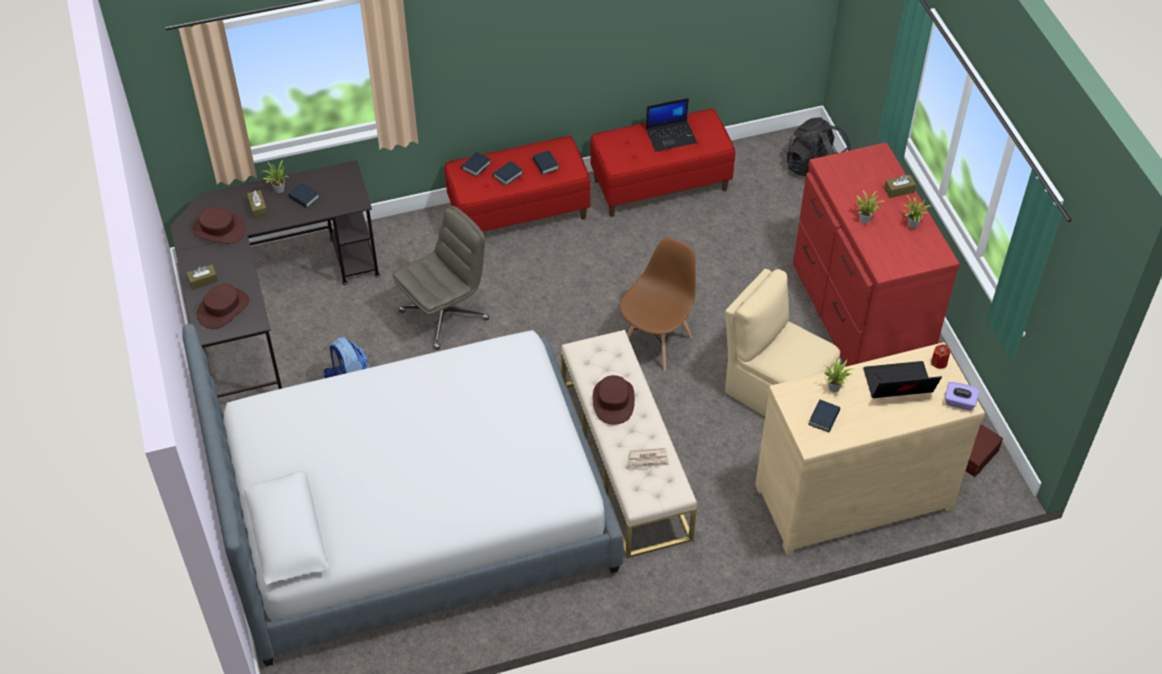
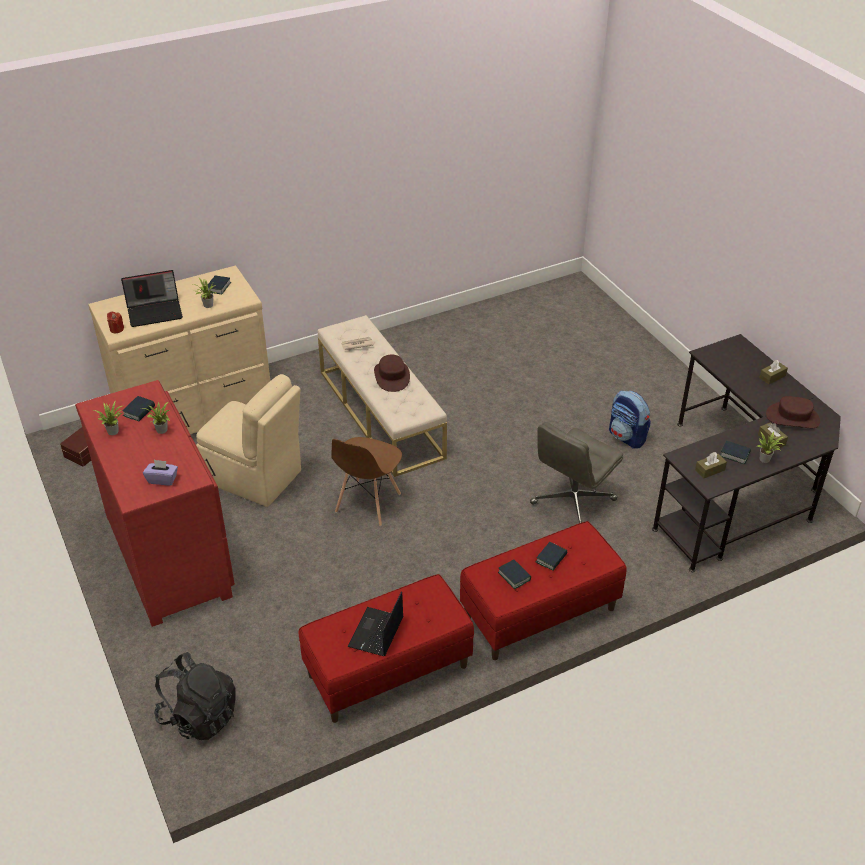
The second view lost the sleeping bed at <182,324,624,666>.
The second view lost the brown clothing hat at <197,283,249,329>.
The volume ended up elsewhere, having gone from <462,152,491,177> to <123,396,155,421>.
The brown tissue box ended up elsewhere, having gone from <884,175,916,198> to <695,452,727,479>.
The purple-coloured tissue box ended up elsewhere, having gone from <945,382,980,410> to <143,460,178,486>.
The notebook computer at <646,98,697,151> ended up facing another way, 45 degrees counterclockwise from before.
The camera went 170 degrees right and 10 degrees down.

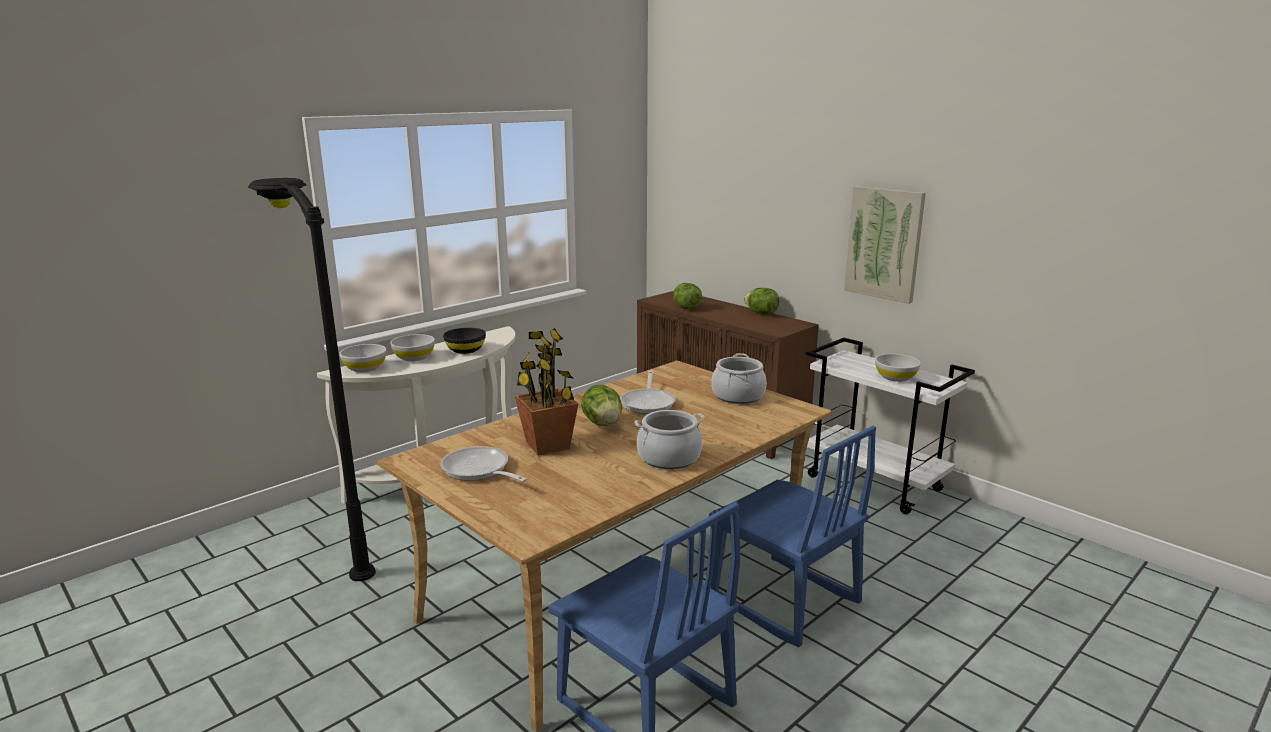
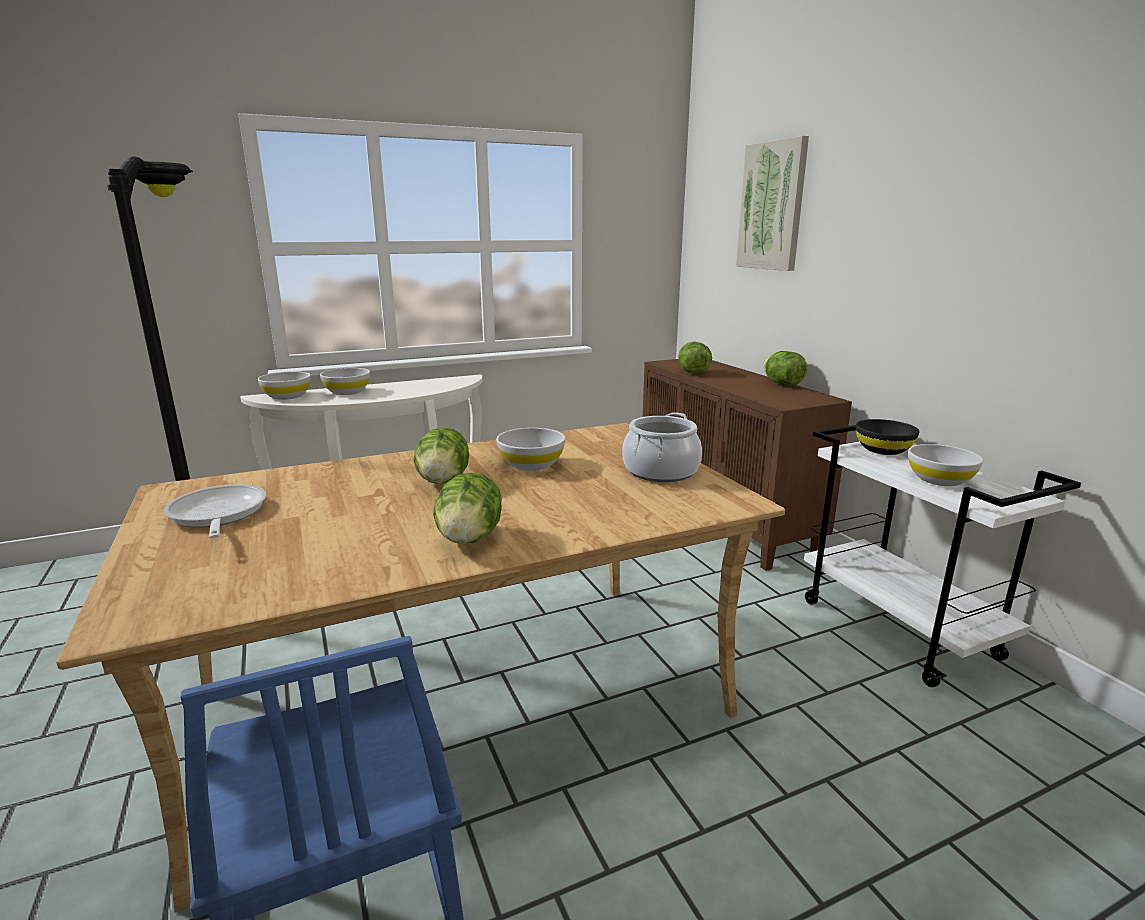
The second view lost the houseplant at <514,328,578,456>.
The second view lost the bluish chair at <709,426,876,647>.
The blackish deep dish ended up elsewhere, having gone from <443,328,486,354> to <856,419,920,455>.
The wall art ended up elsewhere, having gone from <844,186,926,304> to <736,136,809,271>.
Where the pan stood at <620,370,676,414>, the whitish deep dish came to stand at <496,428,565,471>.
Where the saucepot stood at <634,410,705,469>, the head of lettuce came to stand at <433,472,502,544>.
The camera went 20 degrees right and 0 degrees up.

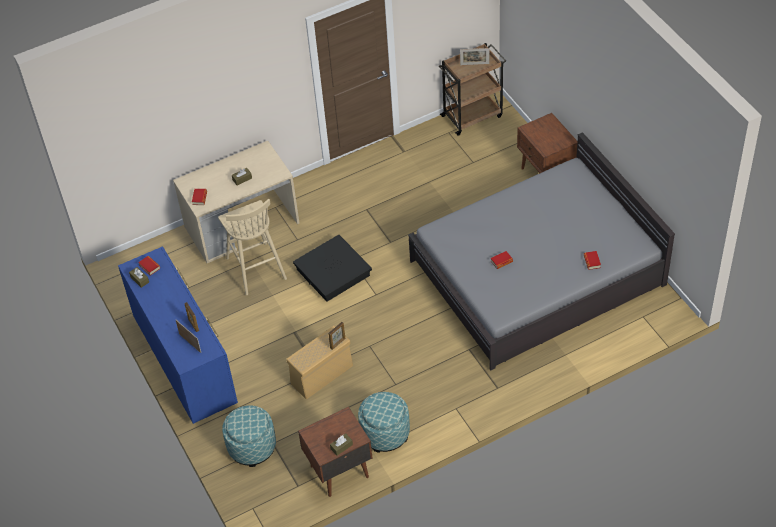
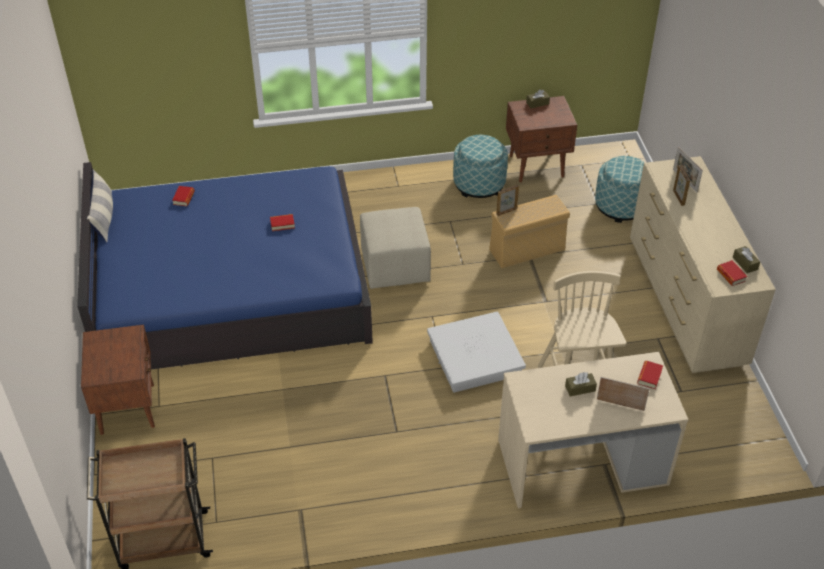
The second view gained the cushion at <86,169,113,243>.
The second view gained the beige-coloured pouffe at <360,207,431,289>.
The standing frame ended up elsewhere, having gone from <460,48,489,65> to <597,377,650,411>.
What was the bluish chest of drawers at <118,246,238,424> turned into the beige-coloured chest of drawers at <630,156,776,373>.
What was the blackish storage box at <293,235,372,302> turned into the whitish storage box at <427,311,526,393>.
What was the greyish sleeping bed at <408,132,675,371> turned into the bluish sleeping bed at <77,162,373,370>.
The camera went 165 degrees left and 5 degrees down.

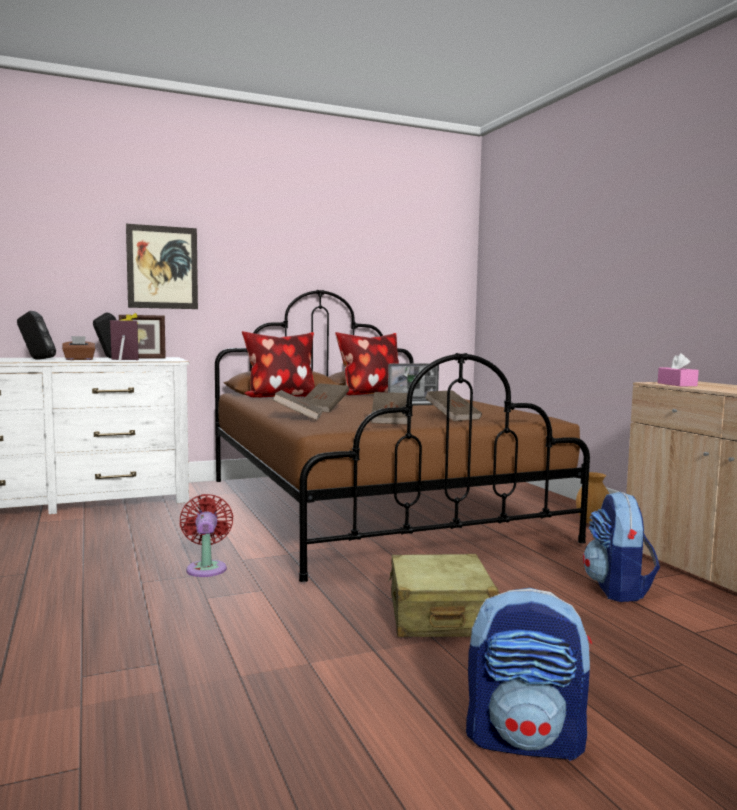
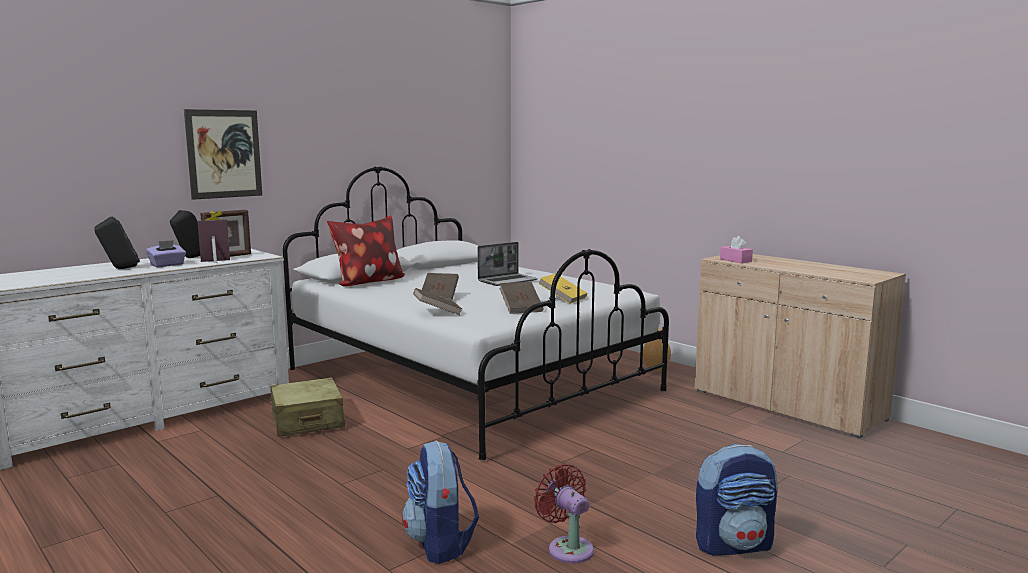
The second view lost the cushion at <335,332,399,395>.
The reddish electric fan ended up elsewhere, having gone from <180,494,233,577> to <534,464,594,563>.
The beige-coloured travel case ended up elsewhere, having gone from <388,554,499,637> to <269,377,345,437>.
The rucksack ended up elsewhere, having gone from <583,491,660,602> to <402,441,479,564>.
What was the brown tissue box at <62,336,95,360> turned into the purple-coloured tissue box at <146,240,186,267>.
What was the brown sleeping bed at <215,290,590,582> turned into the whitish sleeping bed at <283,166,669,460>.
What was the brown volume at <425,390,482,421> turned into the yellow-coloured volume at <538,274,587,304>.
The camera went 20 degrees left and 5 degrees up.

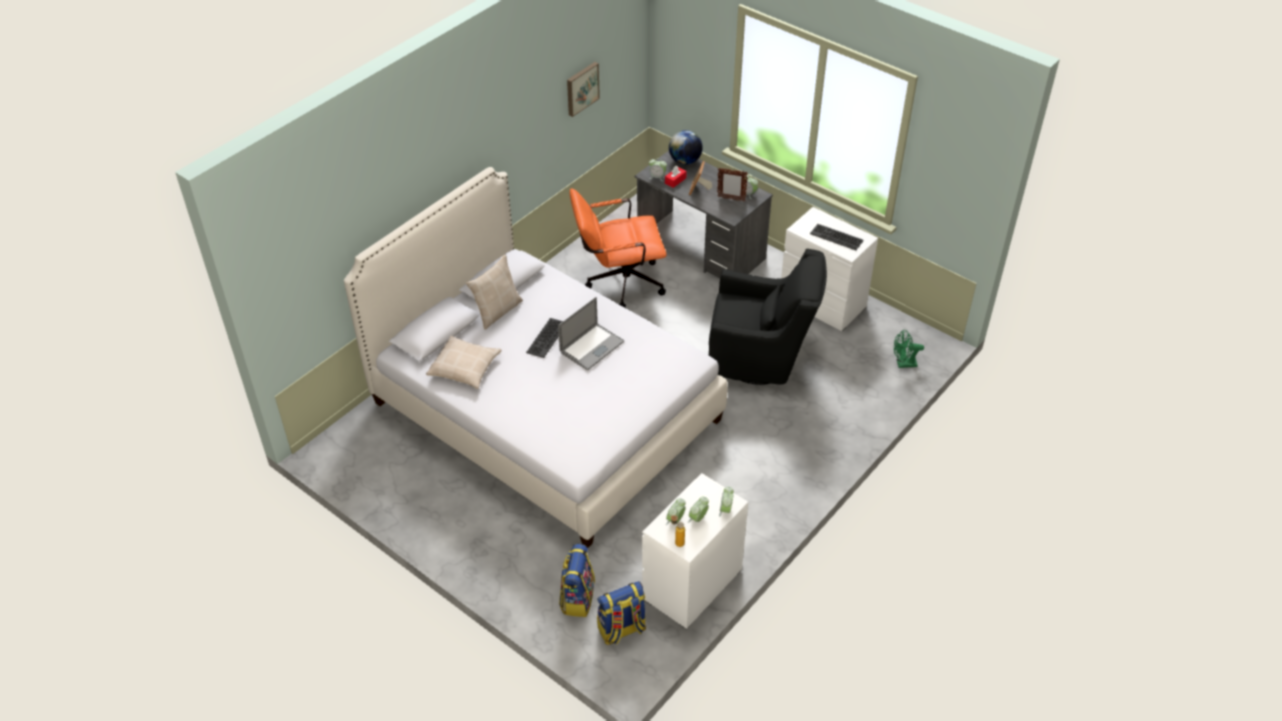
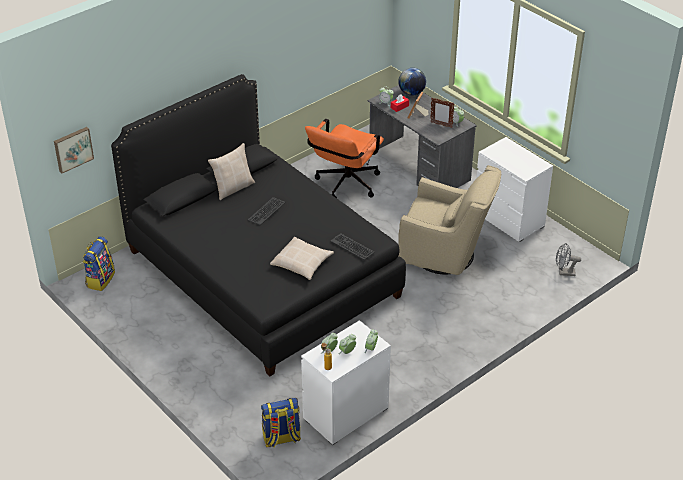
The second view lost the notebook computer at <558,297,624,370>.
The beige-coloured cushion ended up elsewhere, having gone from <426,336,502,389> to <270,237,334,280>.
The rucksack ended up elsewhere, having gone from <559,544,595,617> to <83,236,115,291>.
The wall art ended up elsewhere, having gone from <567,62,600,117> to <54,127,94,173>.
The keyboard ended up elsewhere, having gone from <810,224,864,250> to <330,233,375,260>.
What was the whitish sleeping bed at <344,167,728,548> turned into the blackish sleeping bed at <111,74,406,376>.
What was the blackish armchair at <709,249,827,385> turned into the beige-coloured armchair at <398,165,501,275>.
What was the greenish electric fan at <894,330,924,368> turned into the greyish electric fan at <556,243,581,276>.
The orange office chair at <570,188,667,308> ended up facing another way, 60 degrees counterclockwise from before.
The camera went 10 degrees right and 5 degrees down.

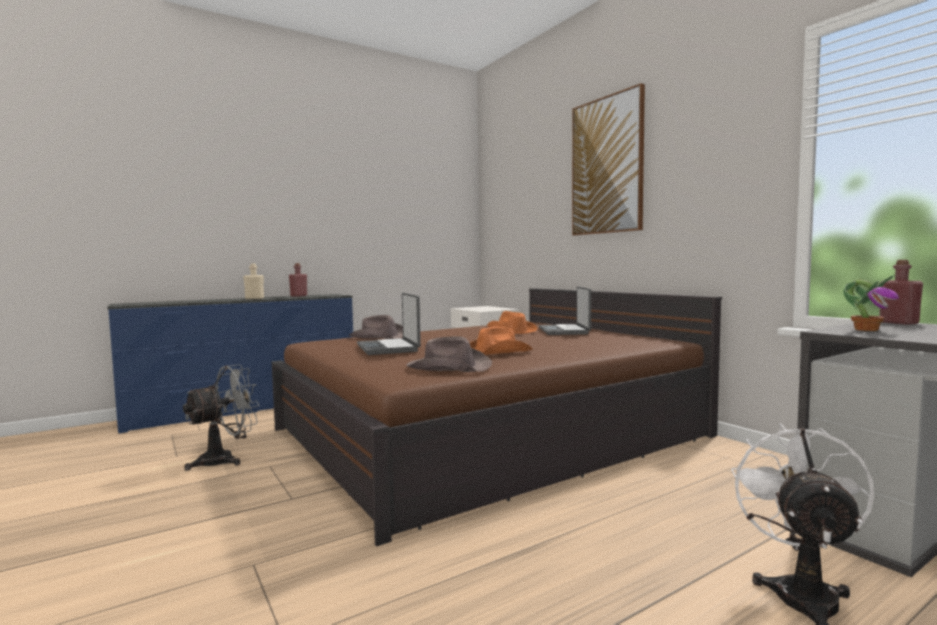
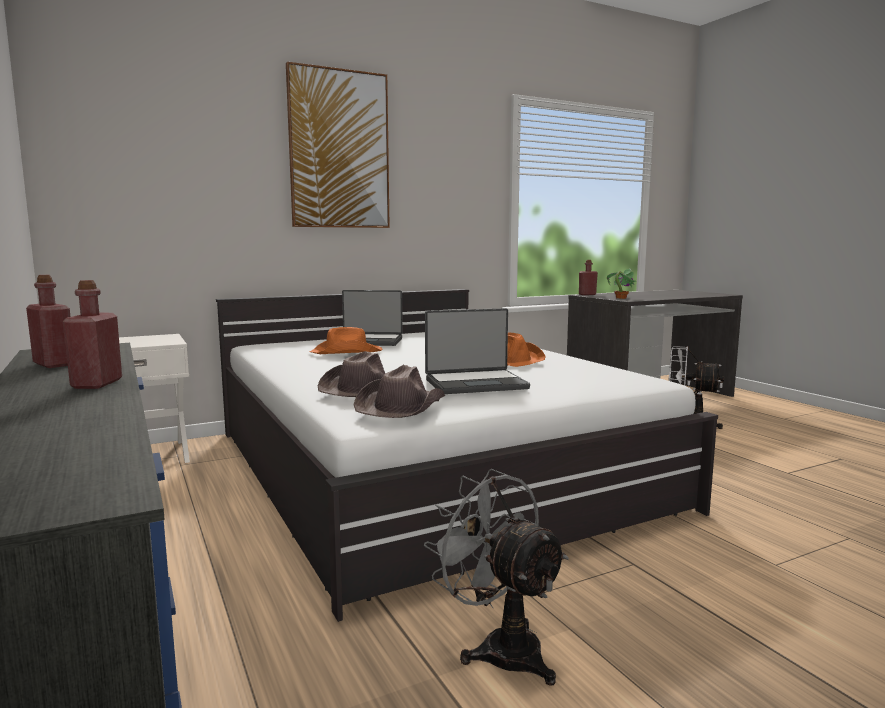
The brown clothing hat ended up elsewhere, having gone from <406,336,492,372> to <354,365,445,418>.
What was the beige-coloured beverage bottle at <243,263,264,299> turned into the reddish beverage bottle at <63,280,122,389>.
What was the brown sleeping bed at <271,288,722,546> turned into the whitish sleeping bed at <216,289,718,622>.
The camera went 85 degrees left and 5 degrees up.

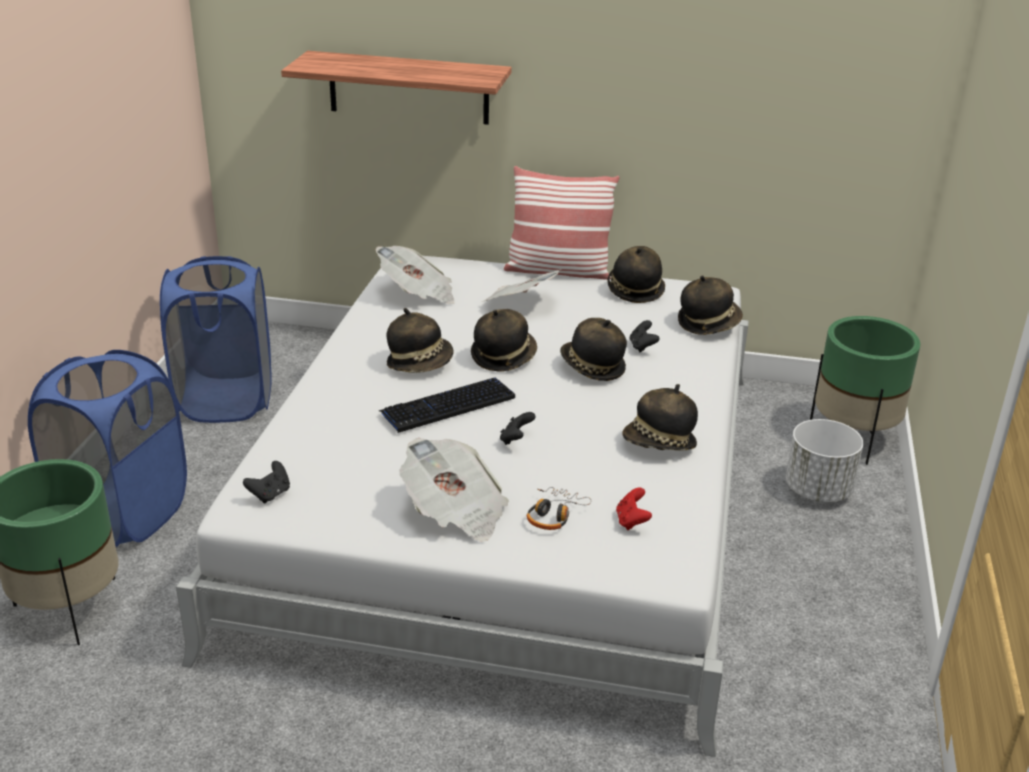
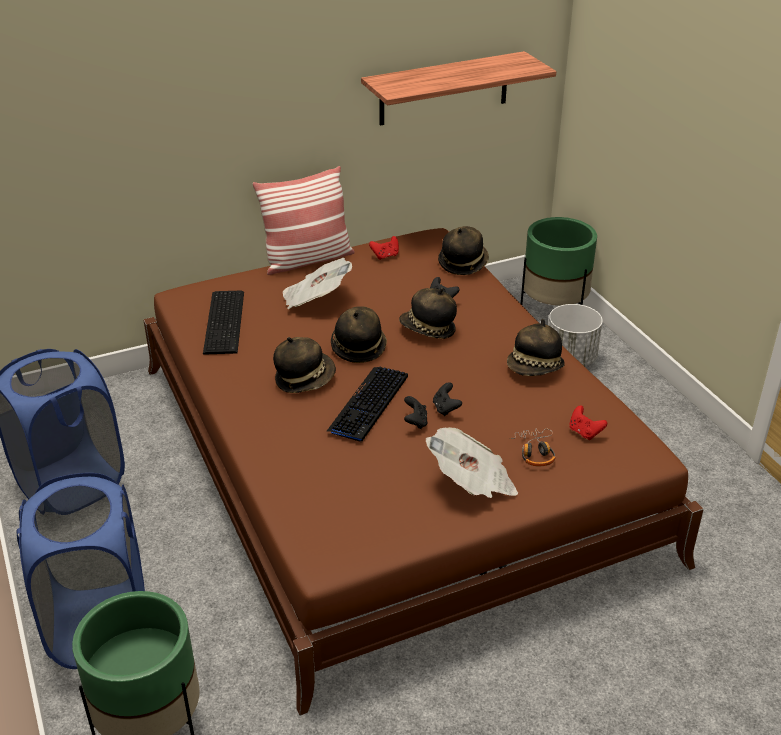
The blackish game controller ended up elsewhere, having gone from <243,461,290,504> to <404,396,428,429>.
The shelf ended up elsewhere, having gone from <281,51,512,125> to <361,51,556,126>.
Where the newspaper stood at <376,246,455,304>, the keyboard came to stand at <203,290,244,355>.
Where the clothing hat stood at <608,246,665,303>, the reddish game controller came to stand at <369,236,399,260>.
What was the whitish sleeping bed at <176,256,749,757> turned into the brown sleeping bed at <143,228,704,716>.
The camera went 35 degrees left and 5 degrees up.

